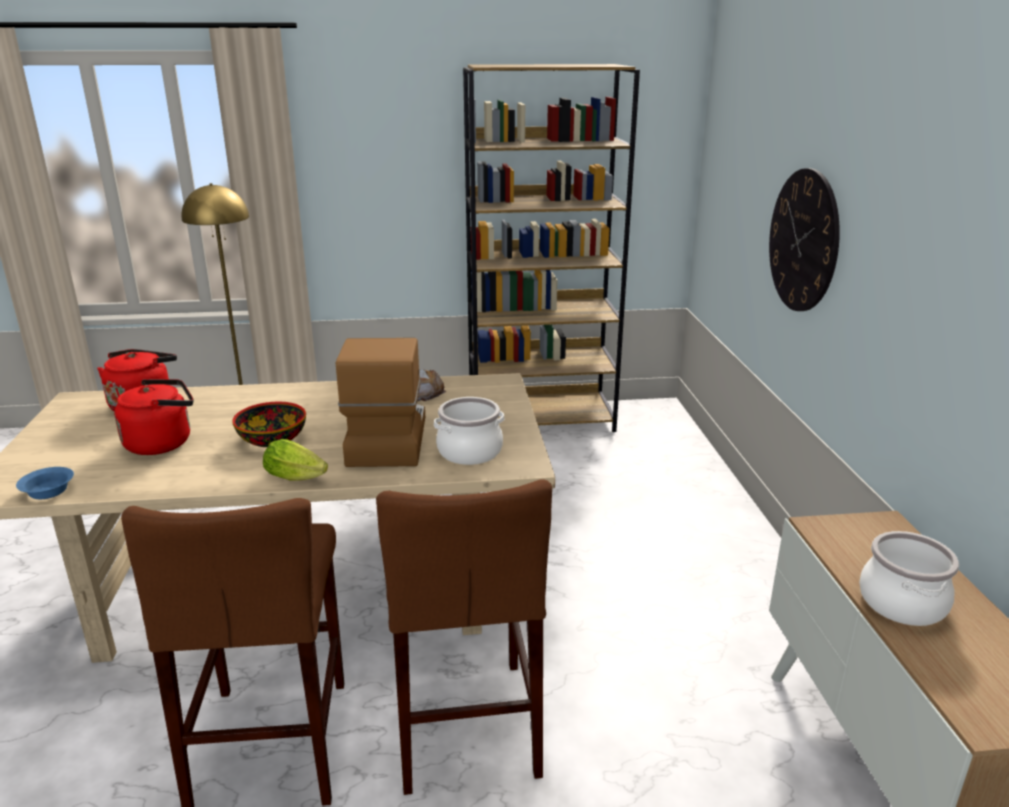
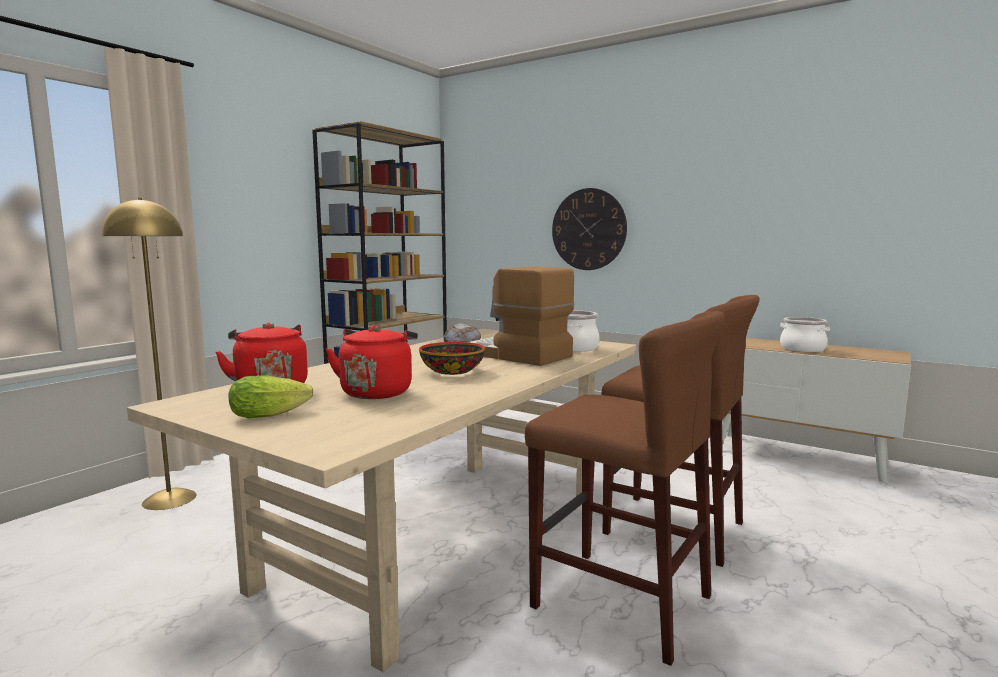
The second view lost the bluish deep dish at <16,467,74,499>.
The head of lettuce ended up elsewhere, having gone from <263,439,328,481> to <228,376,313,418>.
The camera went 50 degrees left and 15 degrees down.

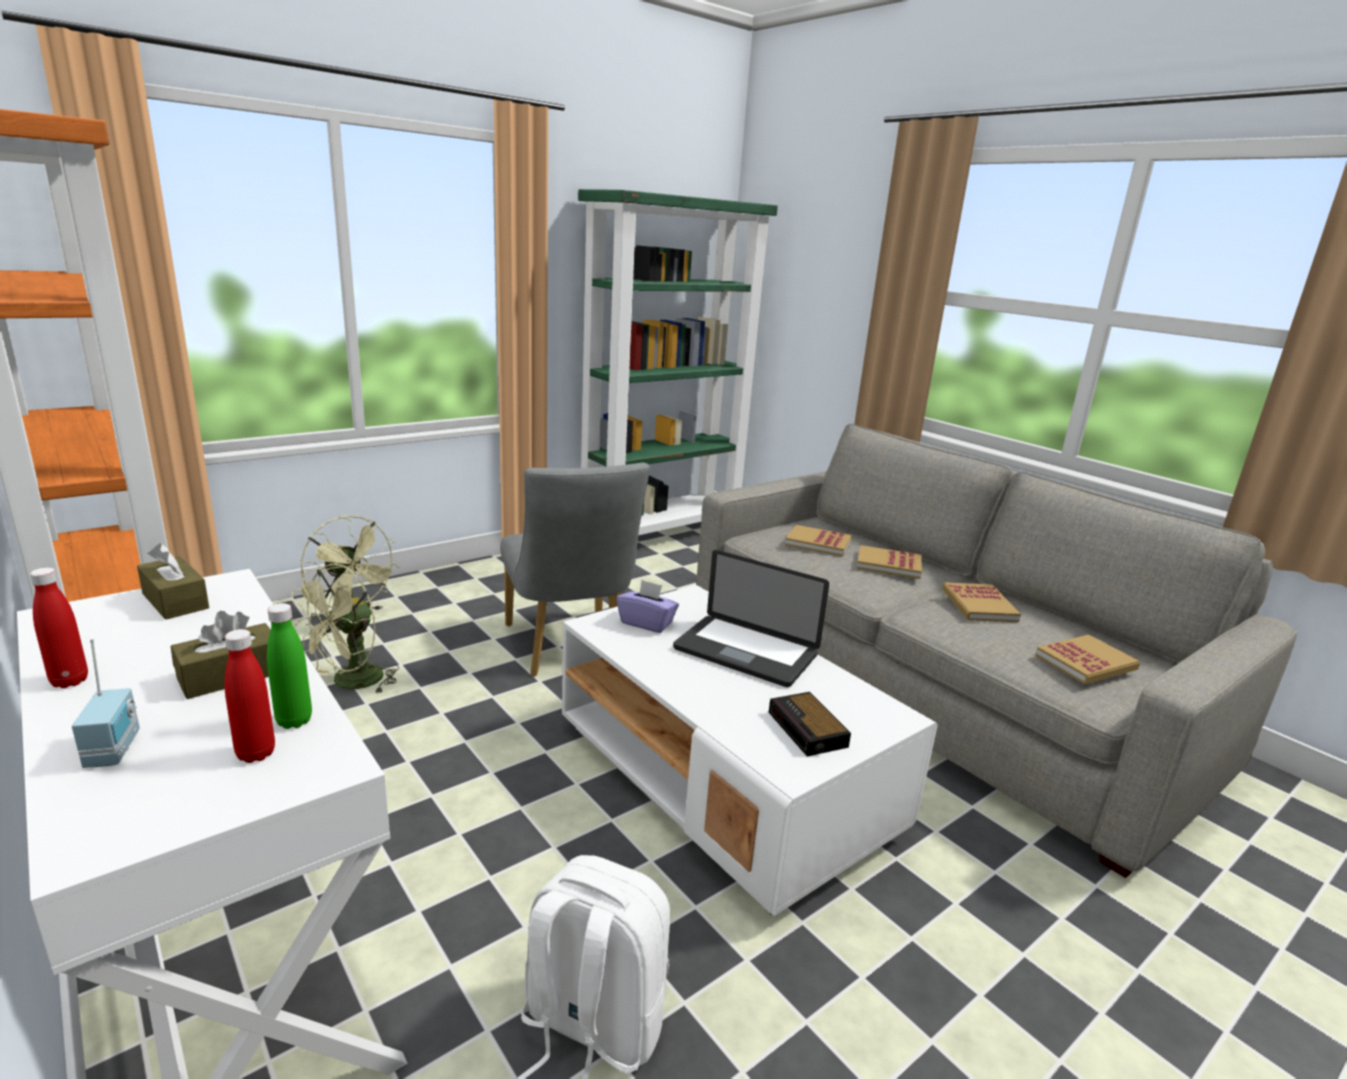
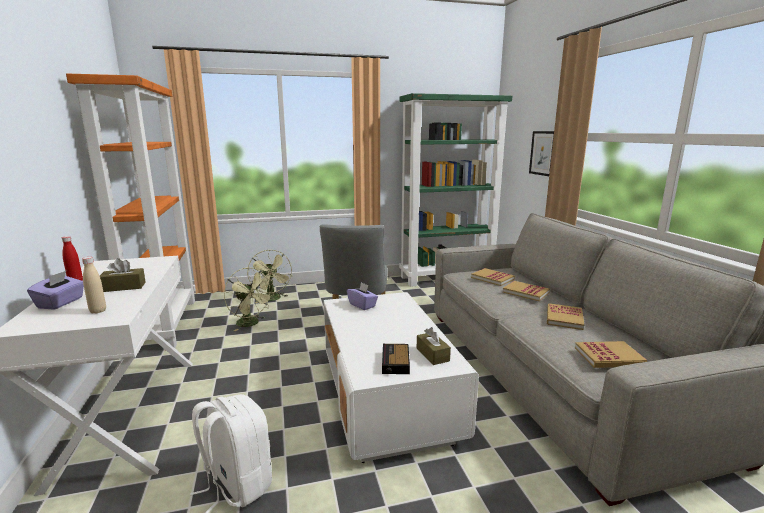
The second view lost the greenish beverage bottle at <267,603,312,729>.
The second view lost the notebook computer at <673,550,829,687>.
The second view gained the wall art at <529,131,554,176>.
The brown tissue box ended up elsewhere, having gone from <137,543,209,619> to <417,327,451,365>.
Where the radio receiver stood at <72,639,140,768>, the purple-coloured tissue box came to stand at <27,271,84,310>.
What was the reddish beverage bottle at <225,629,275,763> turned into the beige-coloured beverage bottle at <82,257,106,314>.
The greenish electric fan at <291,564,399,694> ended up facing another way, 105 degrees counterclockwise from before.
The camera went 25 degrees right and 5 degrees down.

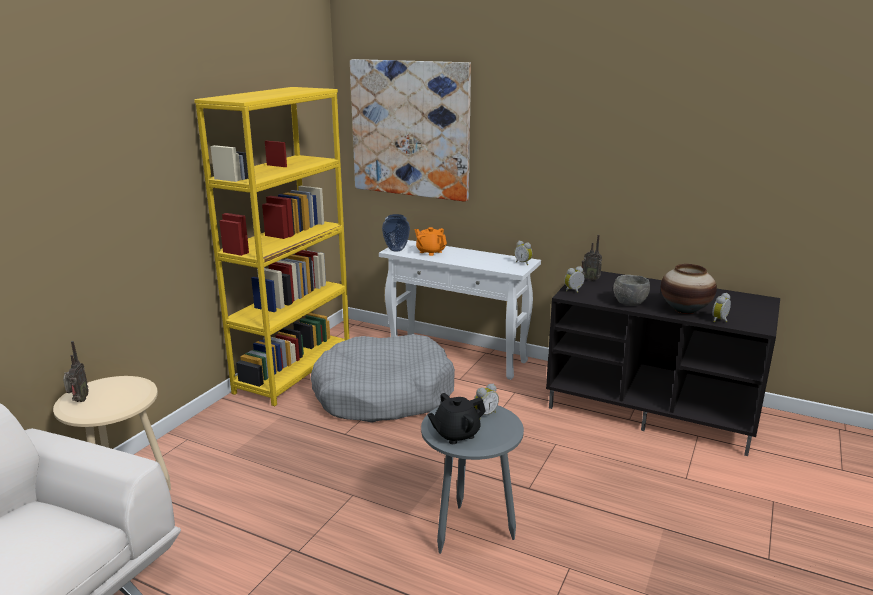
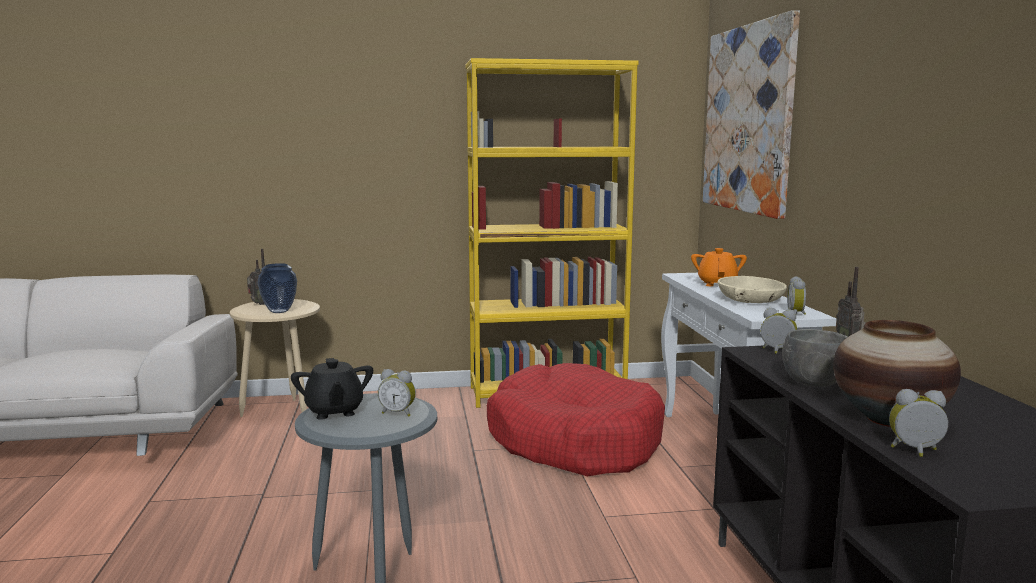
The second view gained the beige-coloured deep dish at <718,276,787,303>.
The flower vase ended up elsewhere, having gone from <382,214,410,252> to <258,263,297,313>.
What was the greyish dog bed at <310,334,455,423> turned into the reddish dog bed at <487,363,665,476>.
The blackish teapot at <427,393,486,444> ended up facing another way, 135 degrees counterclockwise from before.
The camera went 55 degrees right and 10 degrees down.

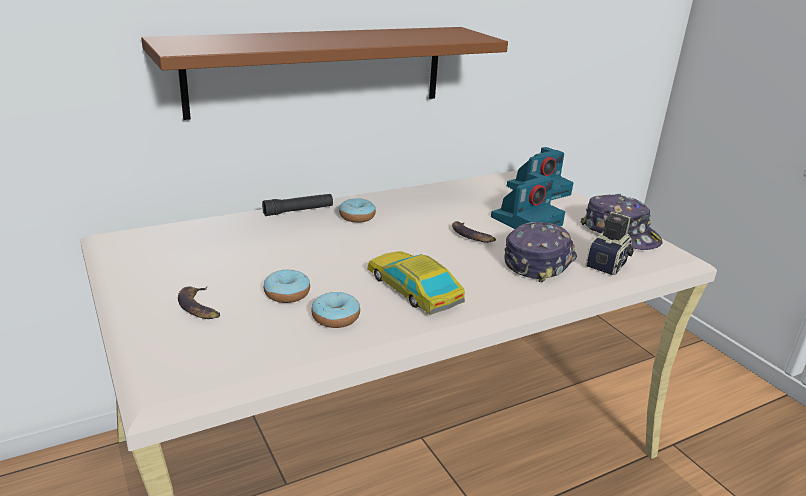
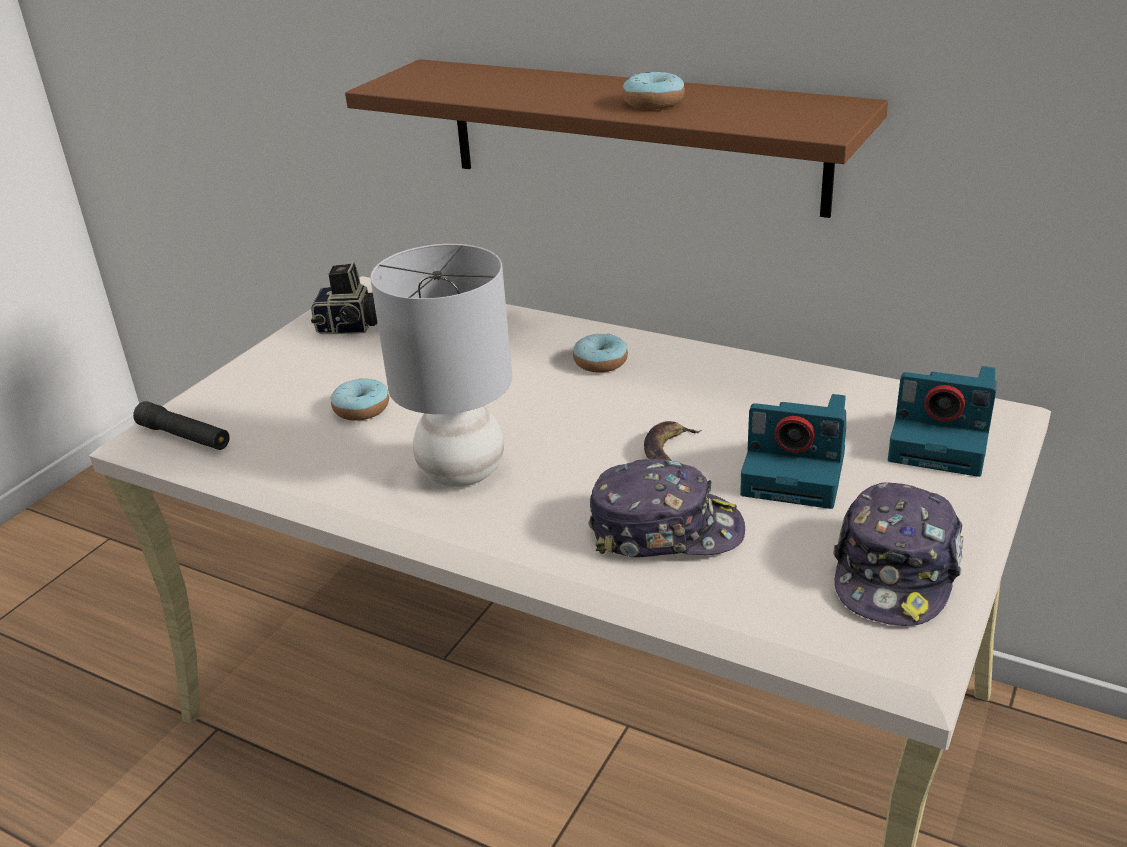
The second view lost the whole banana at <178,286,220,319>.
The blackish hand torch ended up elsewhere, having gone from <262,194,333,216> to <133,401,230,450>.
The donut ended up elsewhere, having gone from <311,292,360,328> to <623,72,685,110>.
The photo camera ended up elsewhere, having gone from <586,212,634,276> to <311,261,378,334>.
Where the miniature car stood at <367,251,465,315>, the greyish table lamp came to stand at <370,244,512,487>.
The camera went 60 degrees right and 5 degrees up.

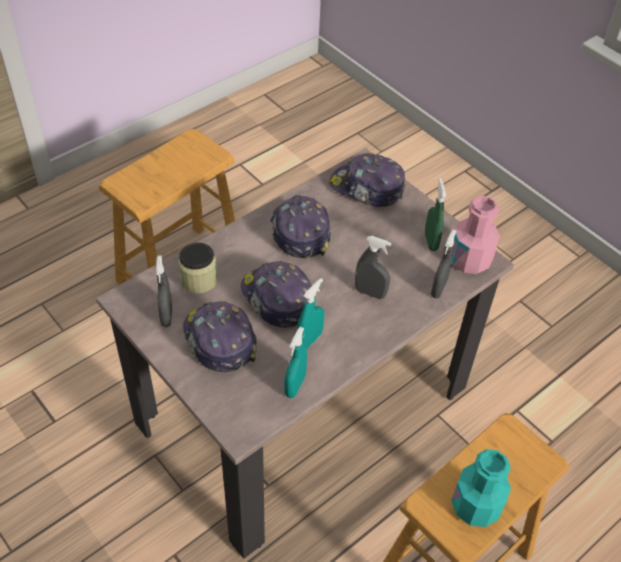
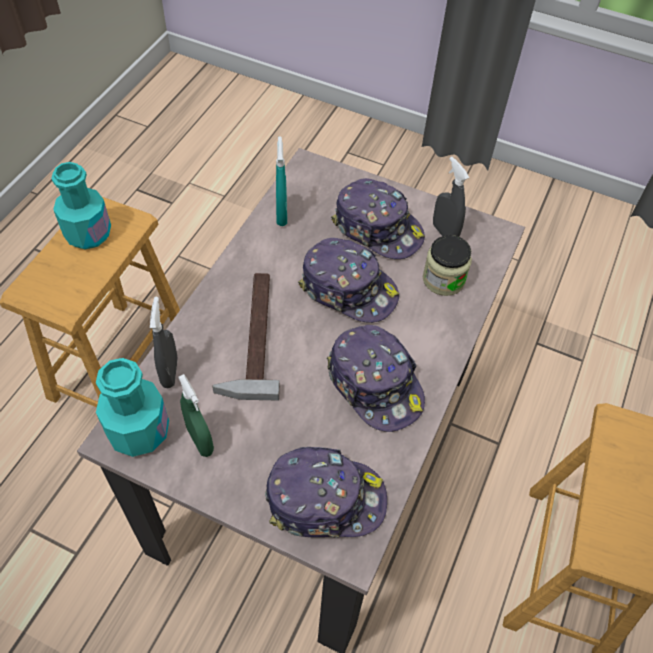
The second view lost the blue-green sprayer at <297,278,324,349>.
Where the greyish sprayer stood at <355,236,392,299>, the hammer came to stand at <212,273,280,401>.
What was the pink beverage bottle at <452,196,500,274> turned into the blue-green beverage bottle at <96,358,169,457>.
The camera went 155 degrees right and 5 degrees up.

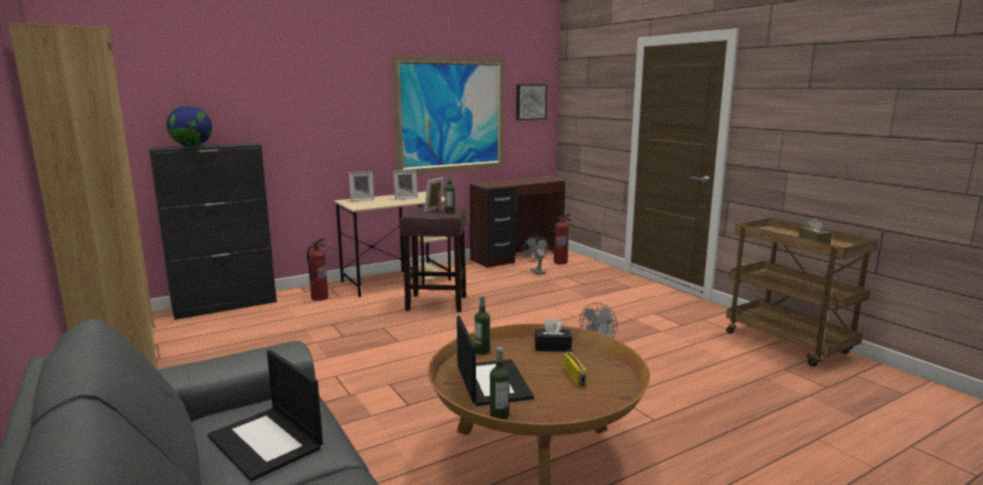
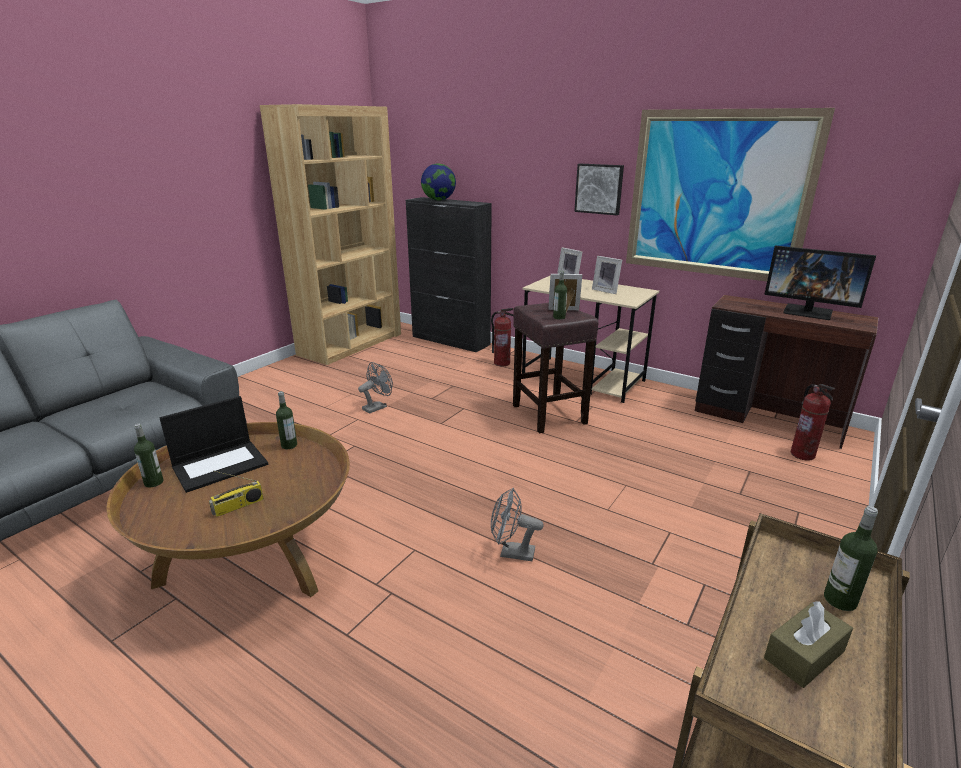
The second view lost the notebook computer at <207,350,323,481>.
The second view lost the blackish tissue box at <535,318,572,351>.
The second view gained the monitor at <764,246,876,320>.
The second view gained the beverage bottle at <824,506,878,611>.
The wall art ended up elsewhere, having gone from <516,84,547,120> to <574,164,624,215>.
The greyish electric fan ended up elsewhere, having gone from <522,236,549,275> to <358,362,393,414>.
The camera went 65 degrees right and 10 degrees up.

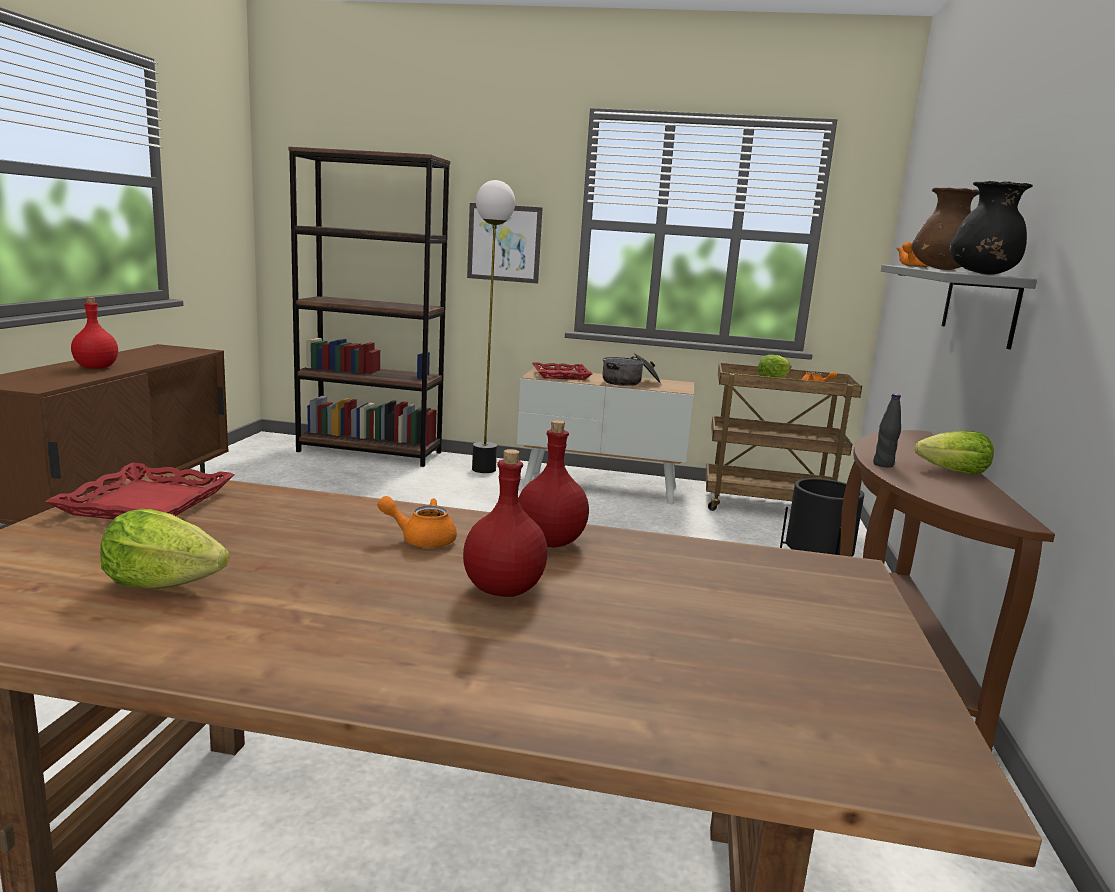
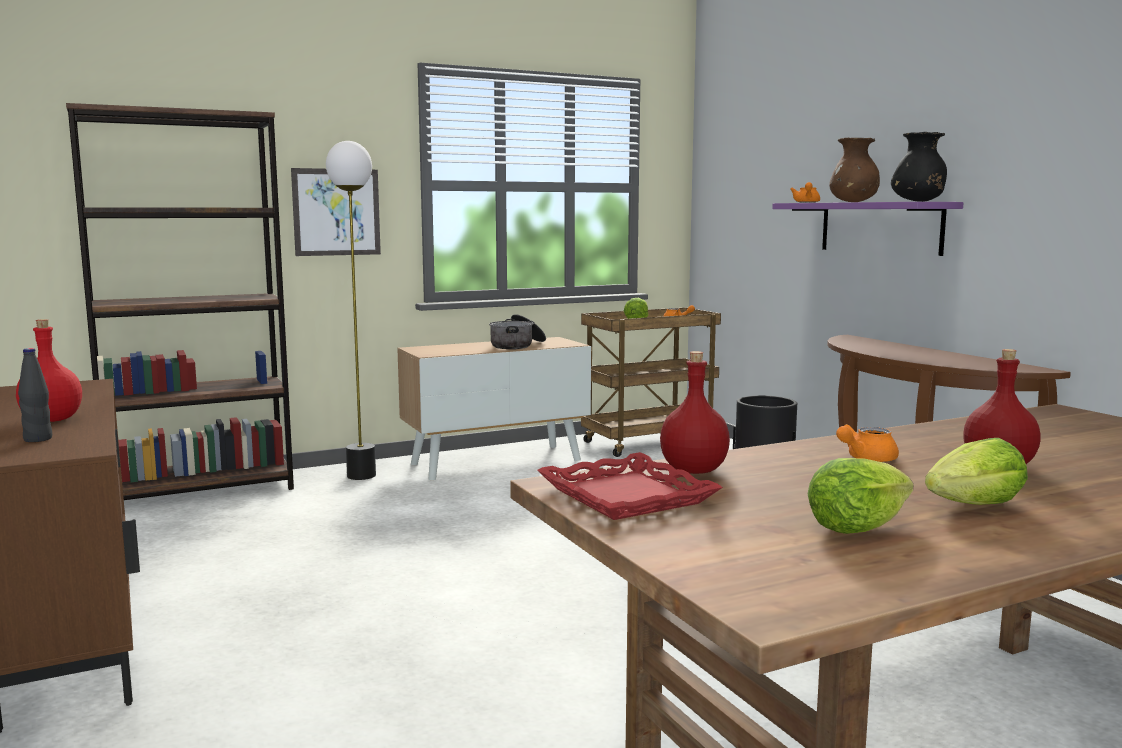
The second view lost the reddish tray at <532,362,592,380>.
The reddish beverage bottle ended up elsewhere, having gone from <518,420,589,548> to <660,351,730,474>.
The blackish beverage bottle ended up elsewhere, having gone from <873,394,901,467> to <18,348,52,442>.
The head of lettuce ended up elsewhere, having gone from <915,431,994,475> to <925,438,1028,505>.
What was the greyish shelf at <881,265,1037,349> turned into the purple-coloured shelf at <772,202,964,256>.
The camera went 35 degrees left and 5 degrees down.

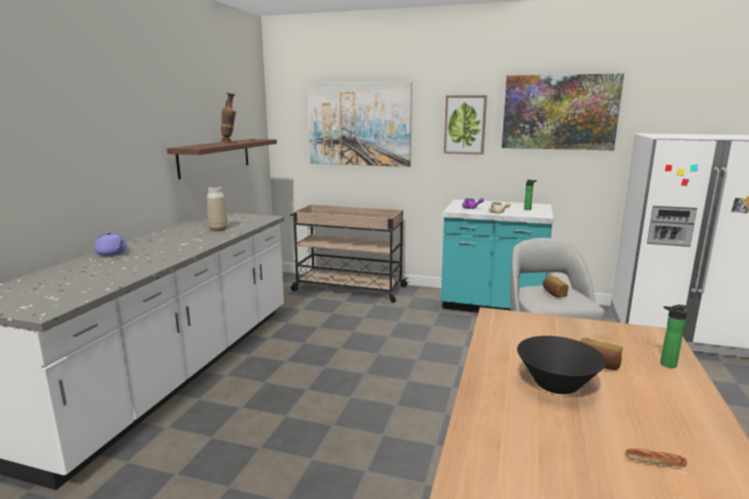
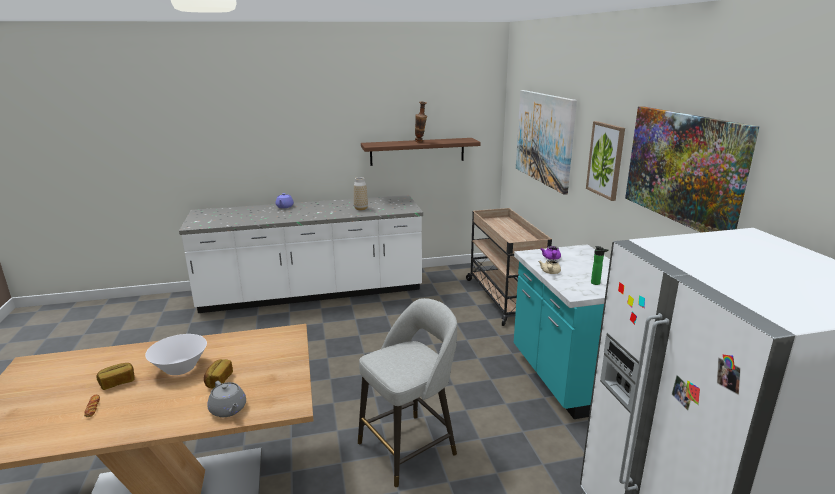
The bakery bread ended up elsewhere, having gone from <543,276,568,298> to <96,363,135,390>.
Where the beverage bottle stood at <660,305,687,368>, the greyish teapot came to stand at <207,381,246,417>.
What was the blackish deep dish at <517,336,606,394> turned into the whitish deep dish at <145,334,207,375>.
The camera went 60 degrees right and 5 degrees up.

